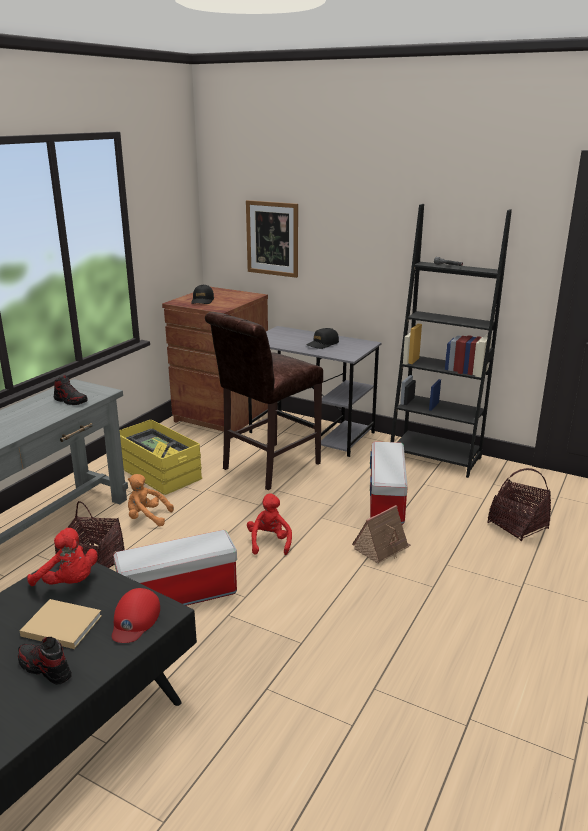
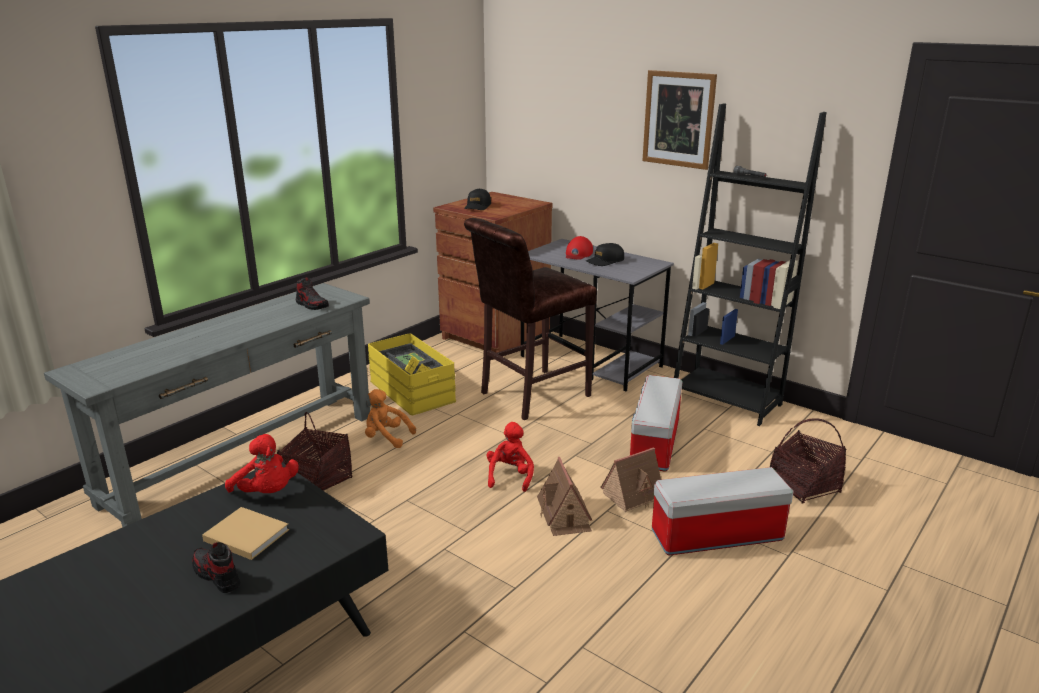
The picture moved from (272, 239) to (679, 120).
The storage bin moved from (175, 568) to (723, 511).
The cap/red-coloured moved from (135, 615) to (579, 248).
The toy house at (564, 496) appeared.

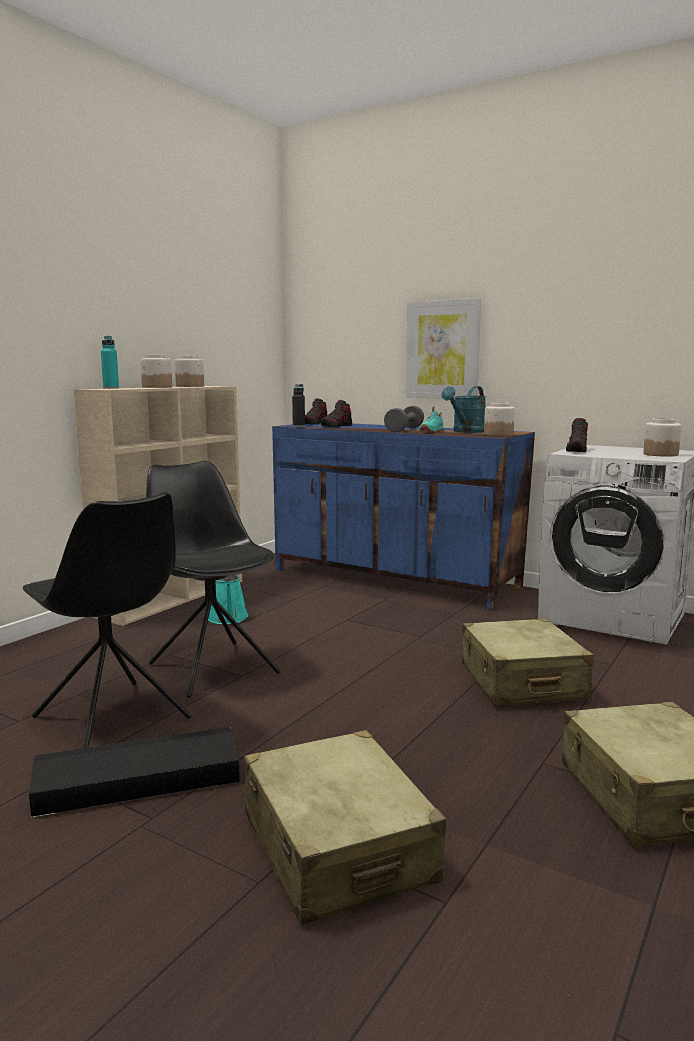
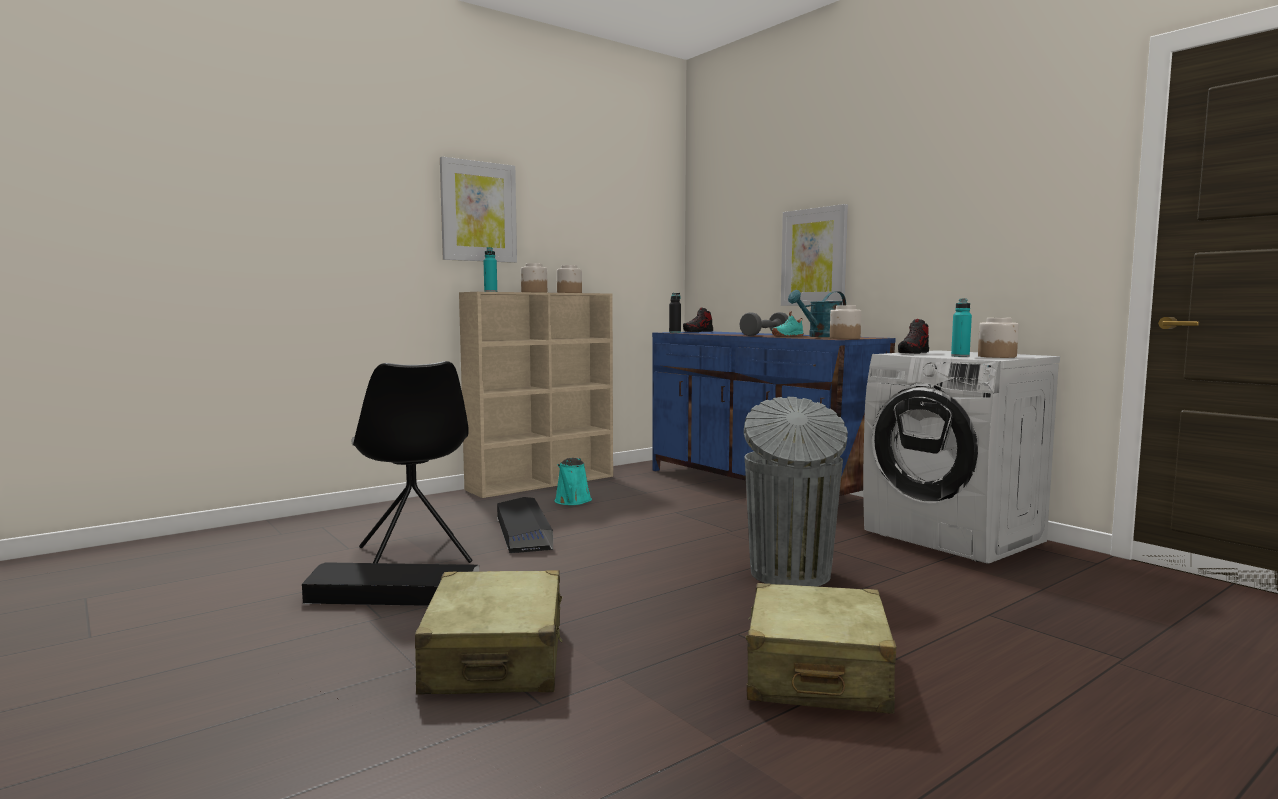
The item of footwear at (336, 413) disappeared.
The upright chair/blackish at (213, 579) was replaced by the storage bin/blackish at (525, 525).
The suitcase/beige at (528, 662) was replaced by the trash can/greyish at (796, 491).
The picture at (478, 210) appeared.
The bottle/turquoise at (961, 327) appeared.

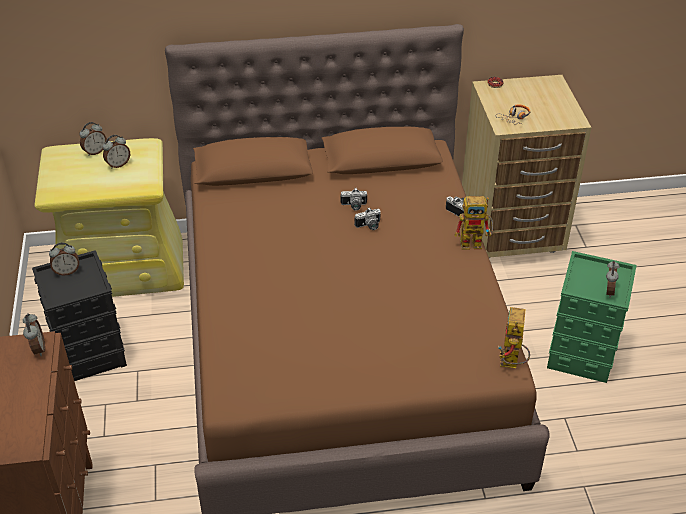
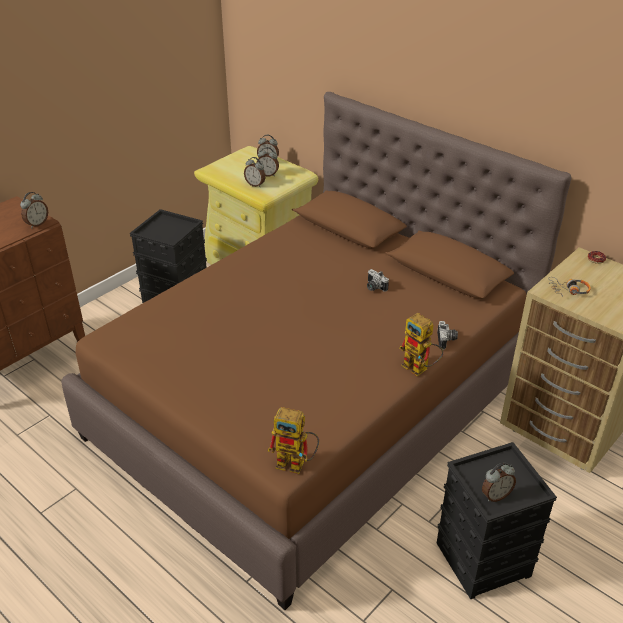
The still camera at (367, 218) disappeared.
The bedside clock moved from (64, 259) to (255, 172).
The storage bin/greenish at (592, 317) became the storage bin/blackish at (497, 520).
The model robot at (514, 337) turned 135 degrees counterclockwise.

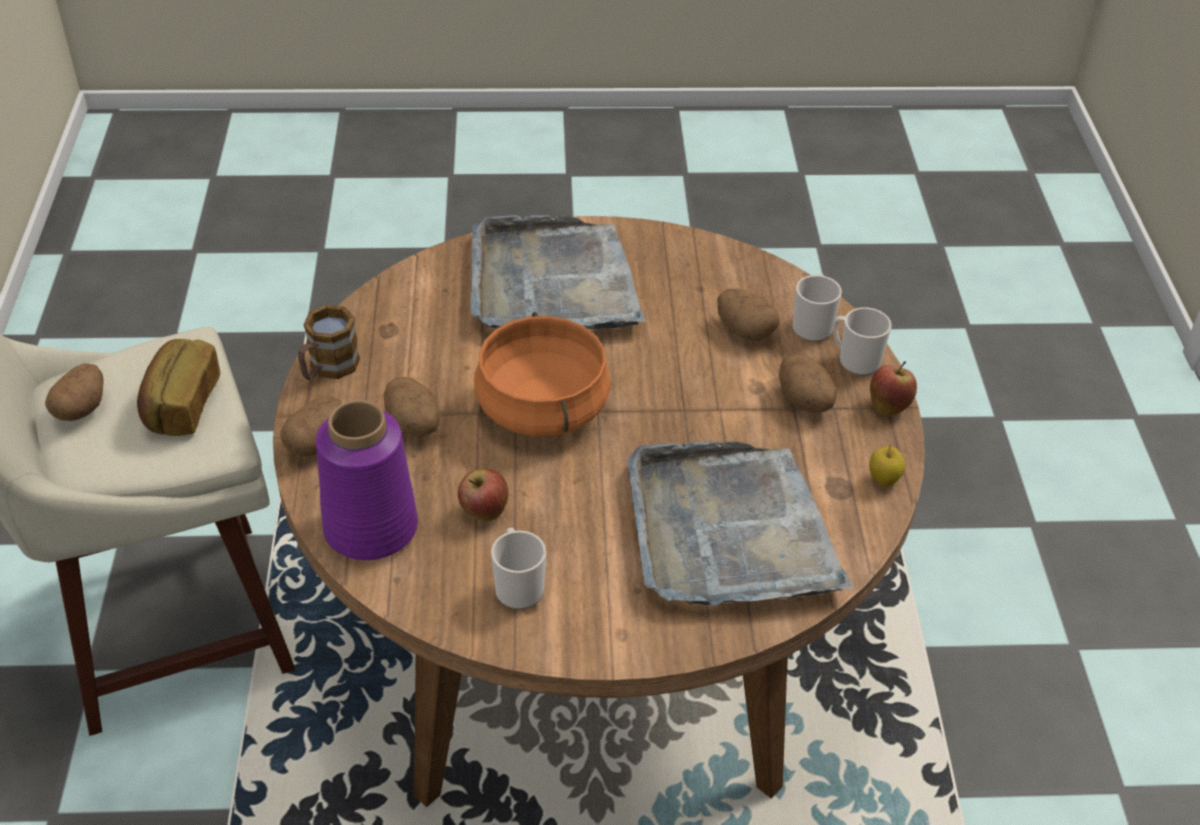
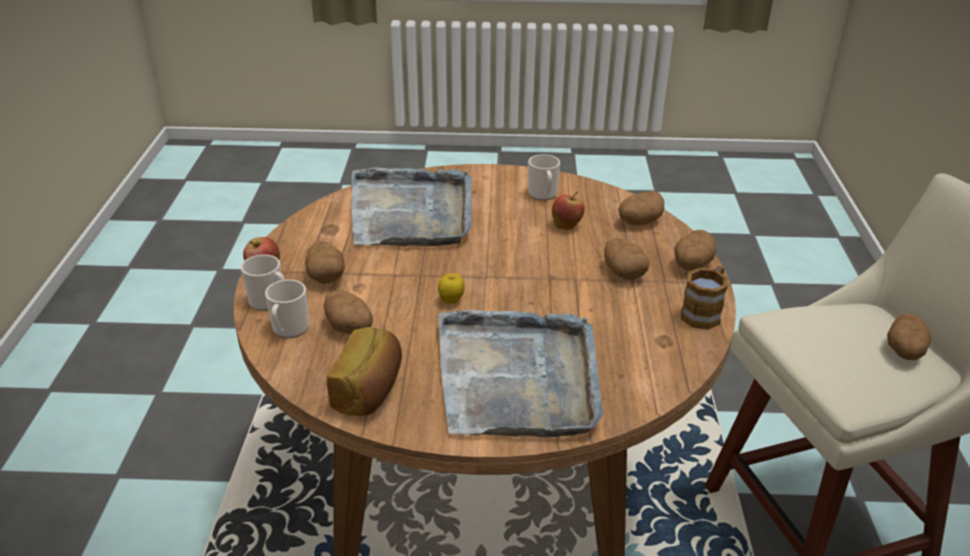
The saucepot/orange-coloured at (542, 374) disappeared.
The bread moved from (178, 387) to (364, 371).
The decorative vase/purple at (367, 480) was replaced by the spud at (641, 208).
The apple fruit moved from (887, 466) to (451, 288).

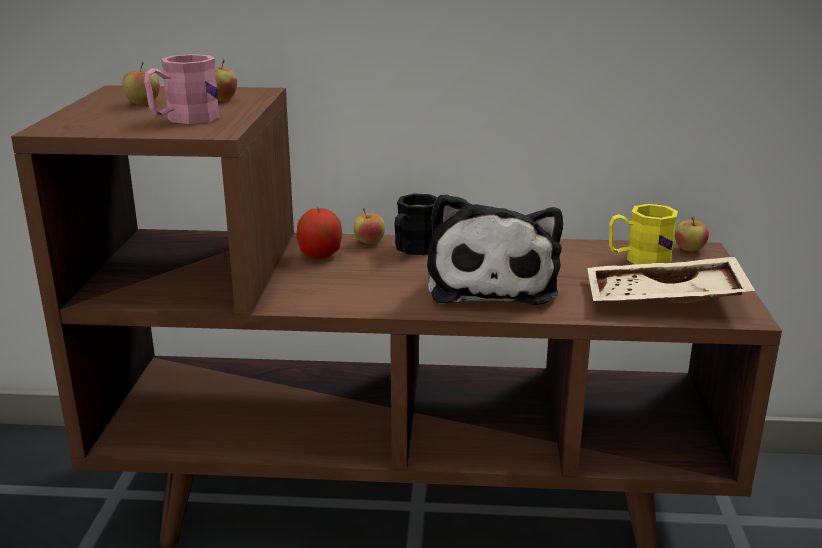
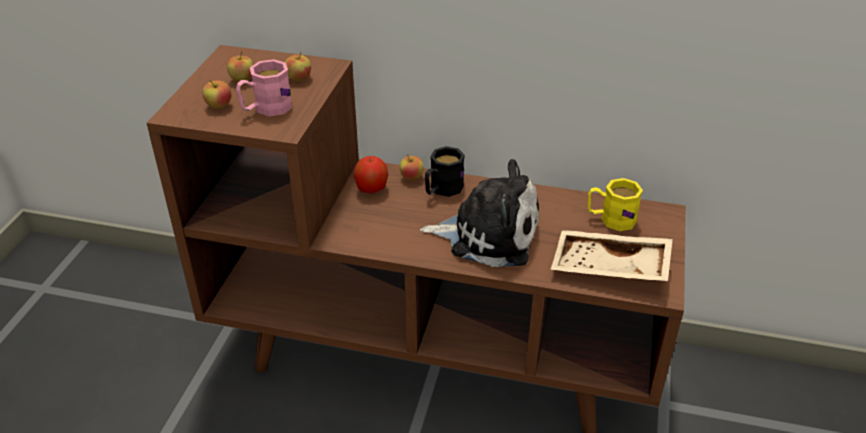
The cuddly toy at (495, 249) turned 90 degrees counterclockwise.
The apple fruit moved from (692, 234) to (217, 94).

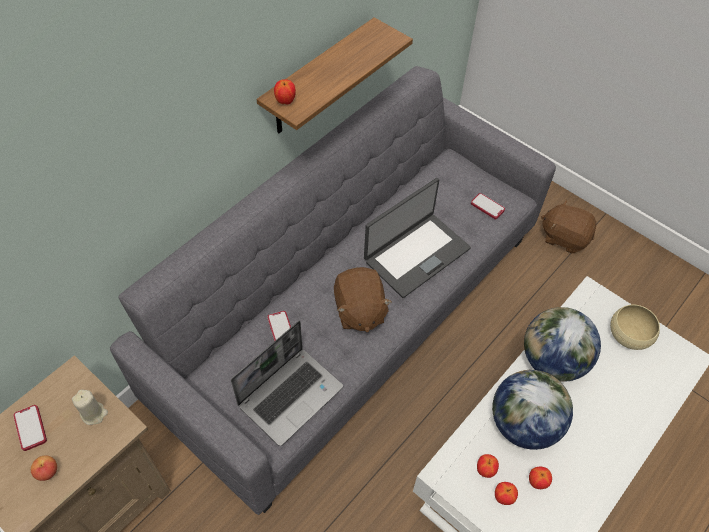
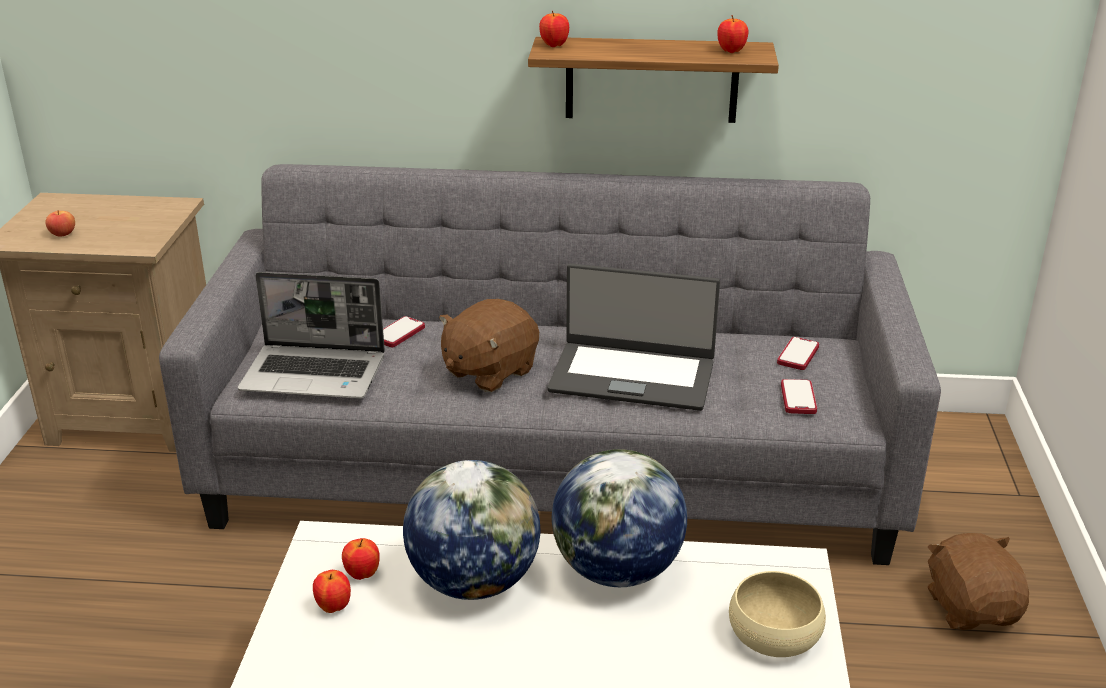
The wax light/beige at (90, 407) disappeared.
The phone moved from (30, 428) to (798, 353).
The apple fruit moved from (540, 478) to (732, 34).

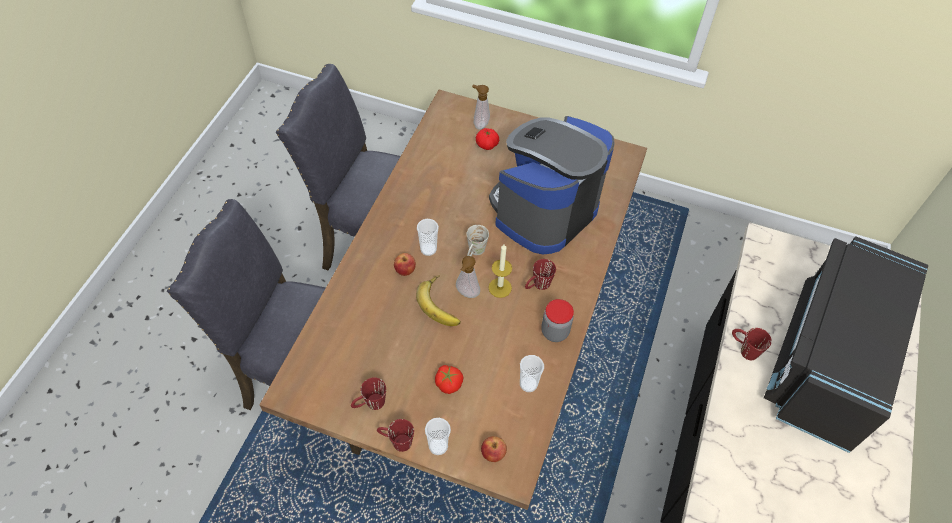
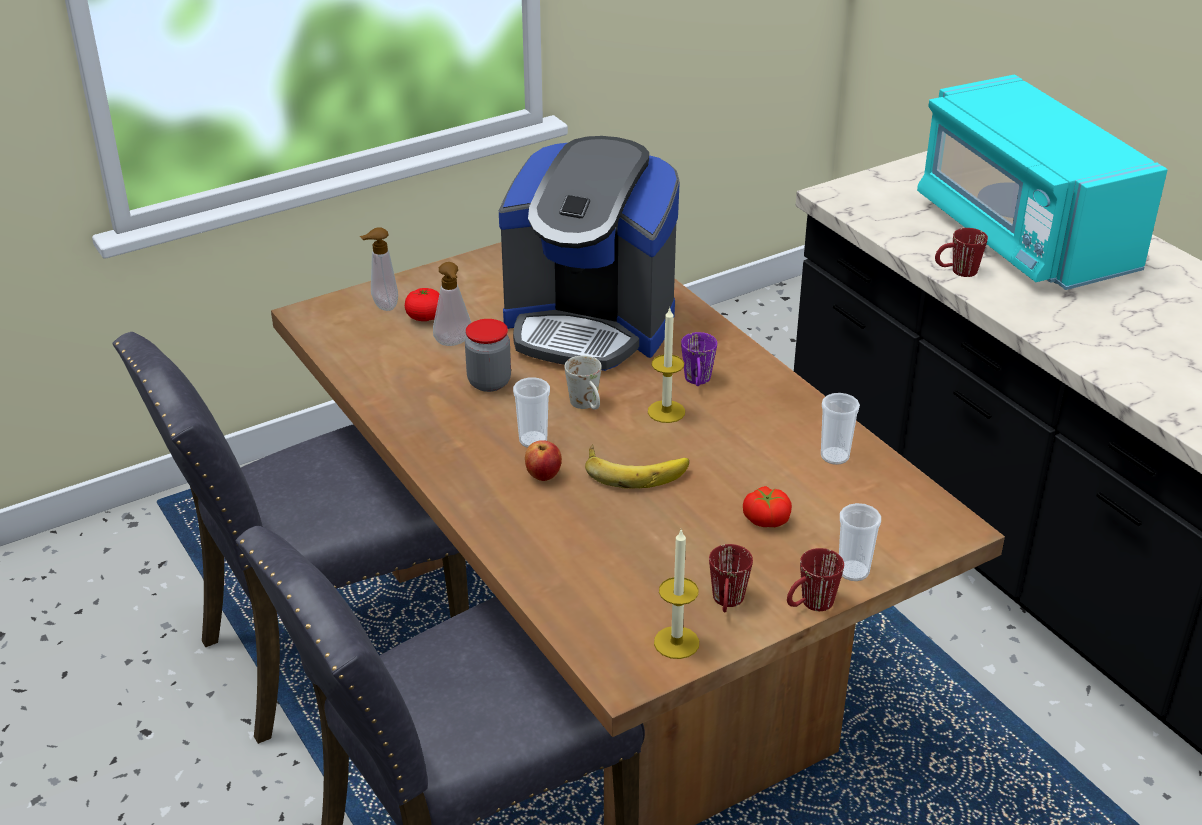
The coffee maker at (552, 185) turned 60 degrees counterclockwise.
The kitchen microwave/blackish at (846, 344) became the kitchen microwave/turquoise at (1042, 182).
The liquid soap bottle moved from (468, 277) to (452, 304).
The tea mug/red-coloured at (540, 274) became the tea mug/purple at (699, 359).
The jar moved from (557, 320) to (488, 355).
The apple fruit at (494, 449) disappeared.
The wax light at (676, 594) appeared.

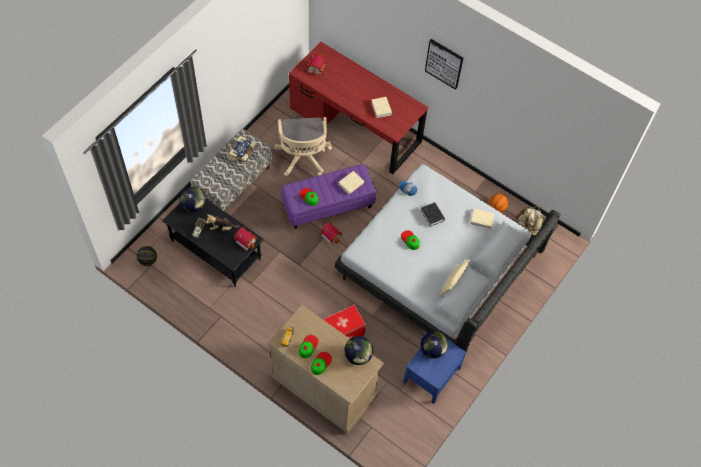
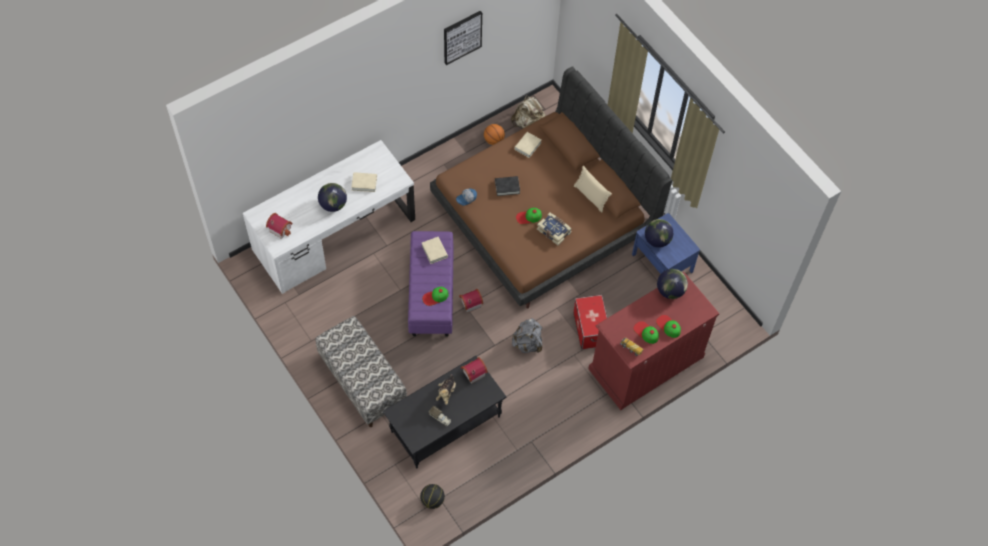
The picture moved from (444, 64) to (463, 38).
The desk table/red-coloured at (358, 108) became the desk table/white-coloured at (329, 217).
The computer chair/beige at (303, 146) disappeared.
The book moved from (242, 150) to (554, 228).
The bed/greyish at (448, 258) became the bed/brownish at (551, 187).
The desk globe moved from (192, 199) to (332, 197).
The chest of drawers/beige at (326, 369) became the chest of drawers/red-coloured at (654, 341).
The rucksack/greyish at (527, 335) appeared.

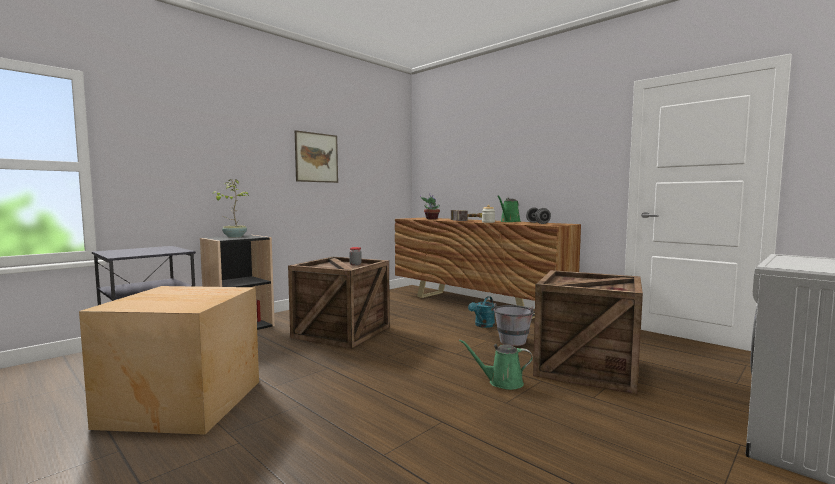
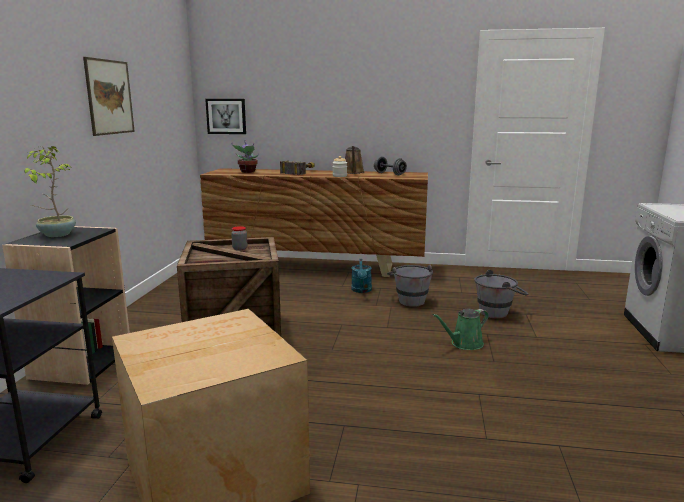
The watering pot/greenish at (509, 209) became the watering pot/brownish at (354, 160).
The crate at (588, 332) was replaced by the pail/greyish at (501, 294).
The picture at (225, 116) appeared.

